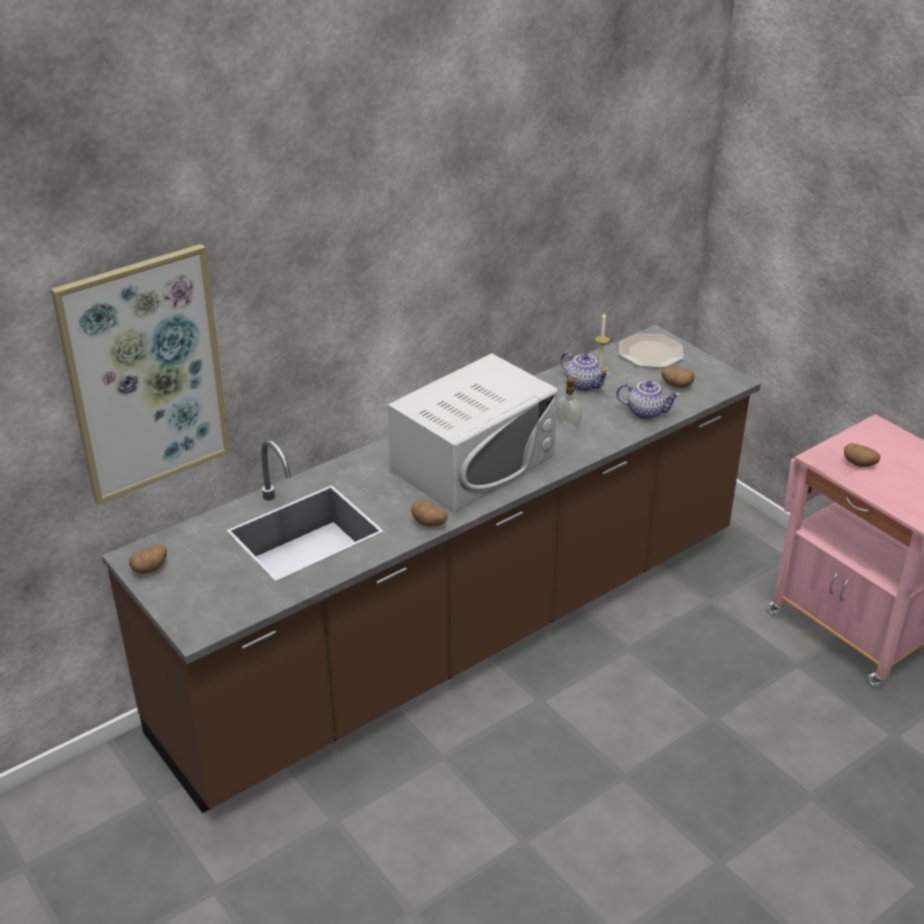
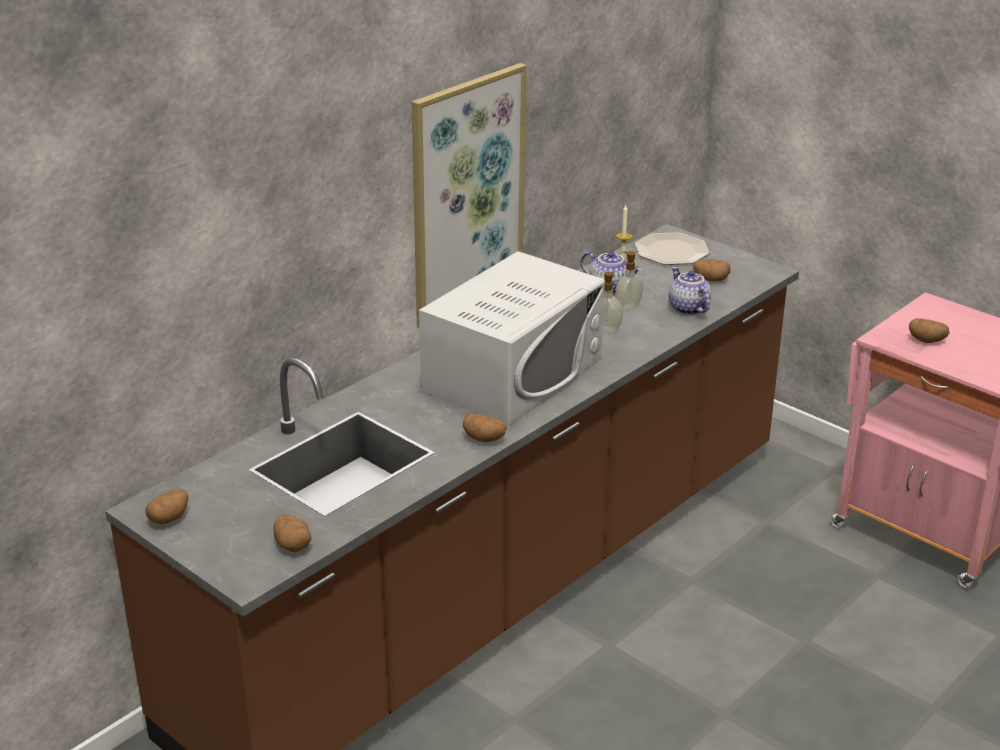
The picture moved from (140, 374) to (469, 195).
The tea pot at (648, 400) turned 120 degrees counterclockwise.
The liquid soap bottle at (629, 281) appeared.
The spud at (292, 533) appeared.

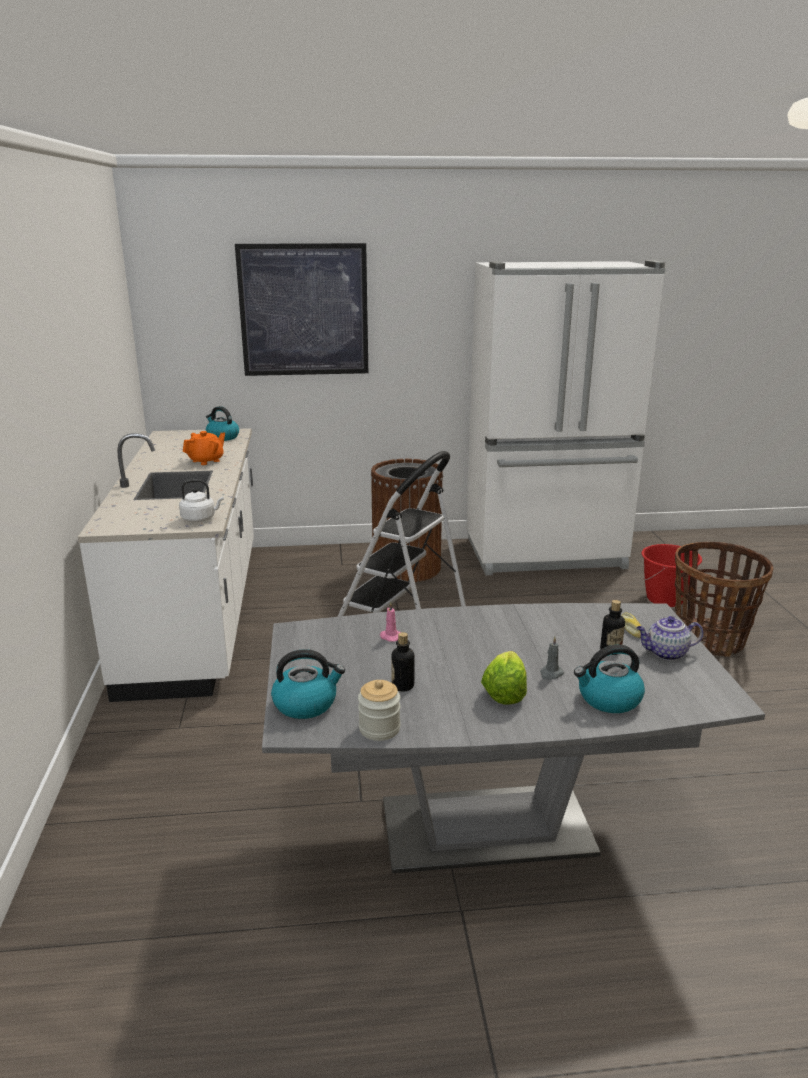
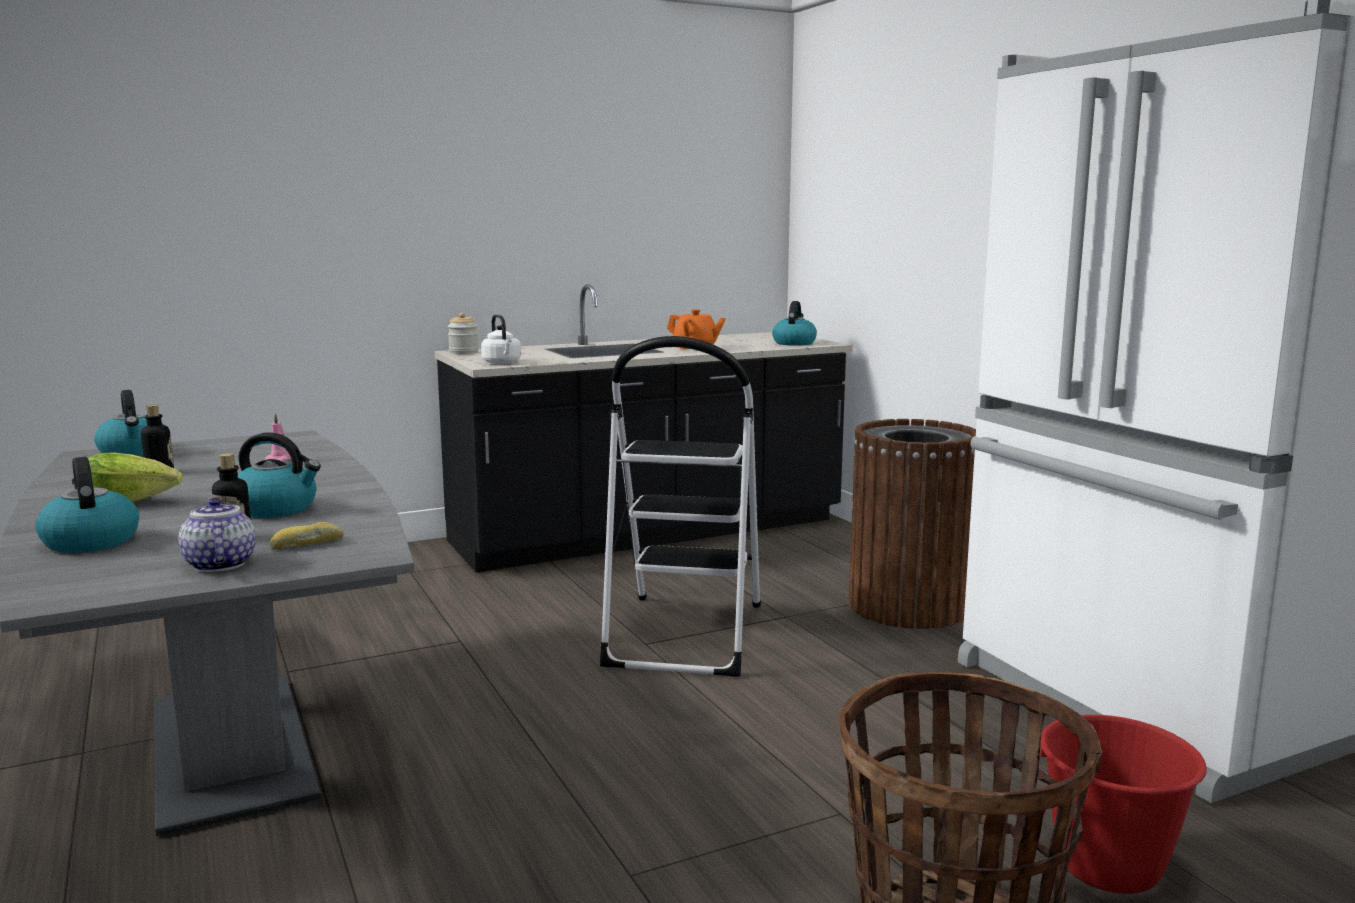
The picture at (301, 309) disappeared.
The kitchen counter/white-coloured at (166, 565) became the kitchen counter/blackish at (643, 428).
The wax light/greyish at (552, 658) disappeared.
The jar moved from (379, 710) to (463, 333).
The kettle at (279, 475) appeared.

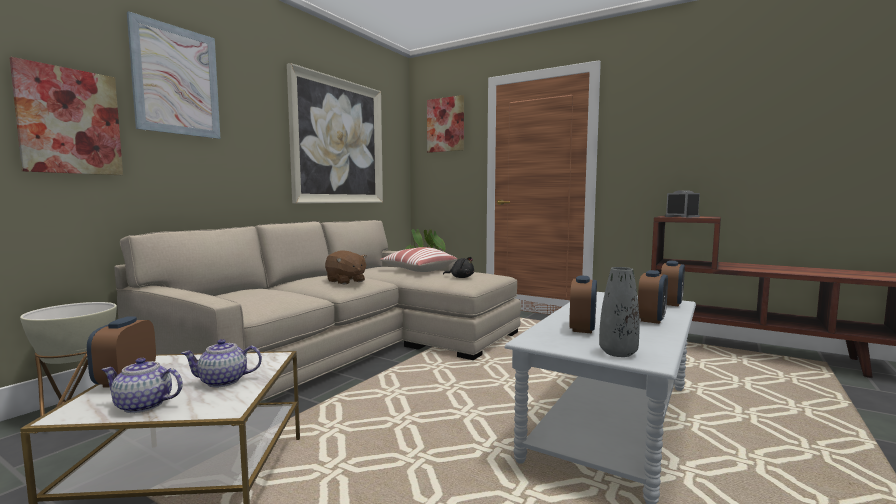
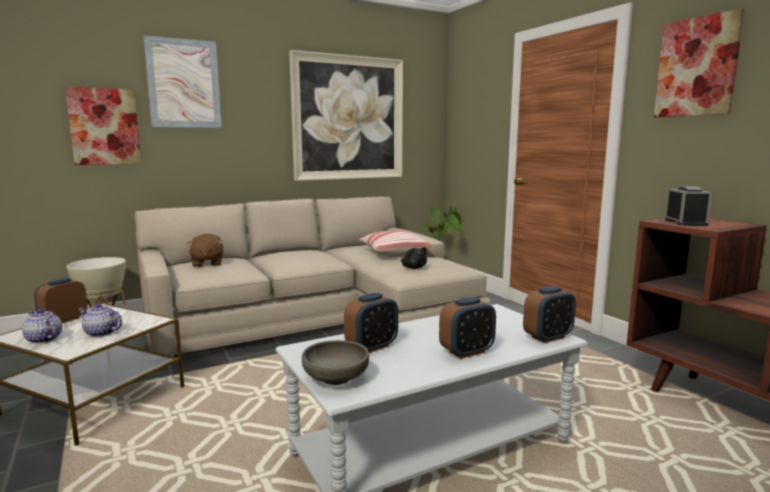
The picture moved from (445, 124) to (699, 62).
The cuddly toy/brownish moved from (346, 267) to (205, 250).
The decorative vase/greyish at (619, 312) was replaced by the serving bowl/greyish at (335, 362).

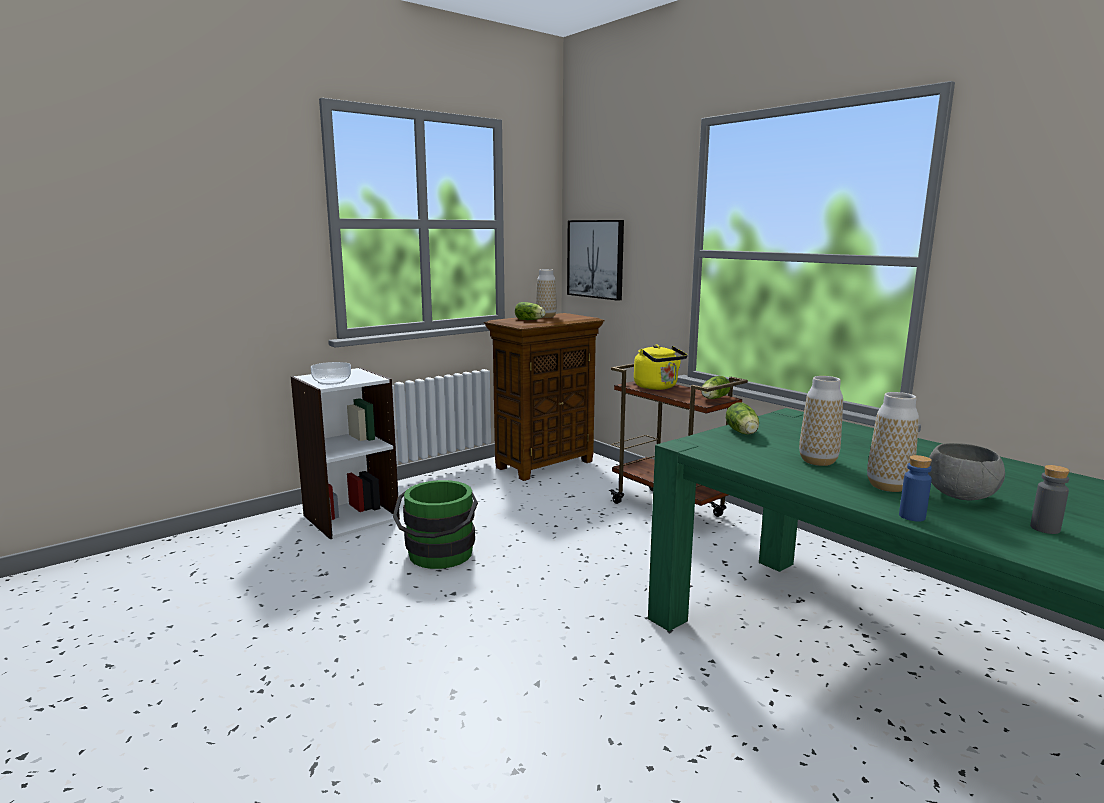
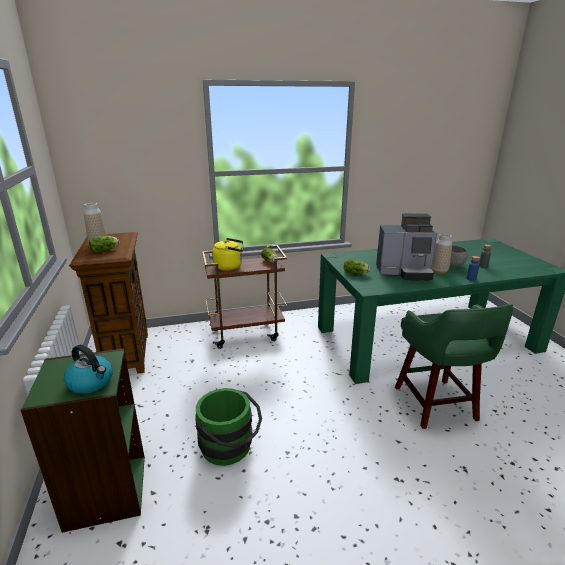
The picture at (595, 260) disappeared.
The serving bowl at (331, 373) was replaced by the kettle at (88, 369).
The bookcase/white-coloured at (345, 453) became the bookcase/greenish at (82, 440).
The decorative vase at (821, 421) was replaced by the coffee maker at (406, 247).
The stool seat/greenish at (454, 366) appeared.

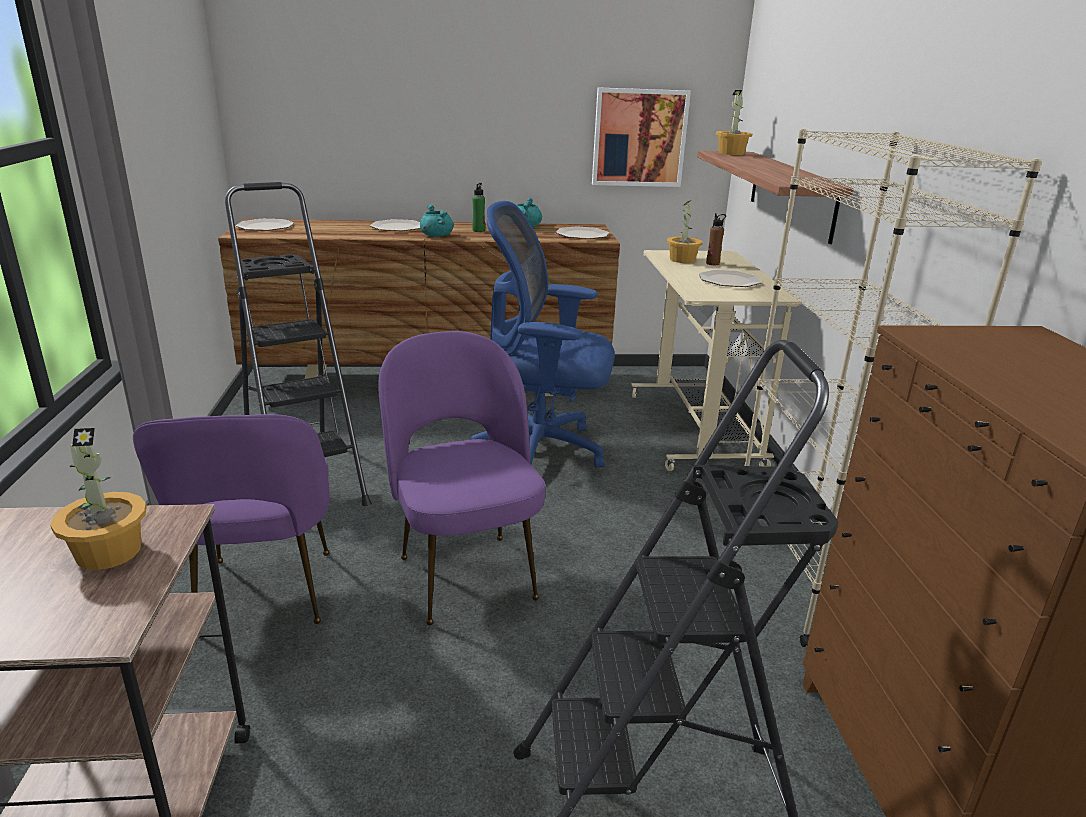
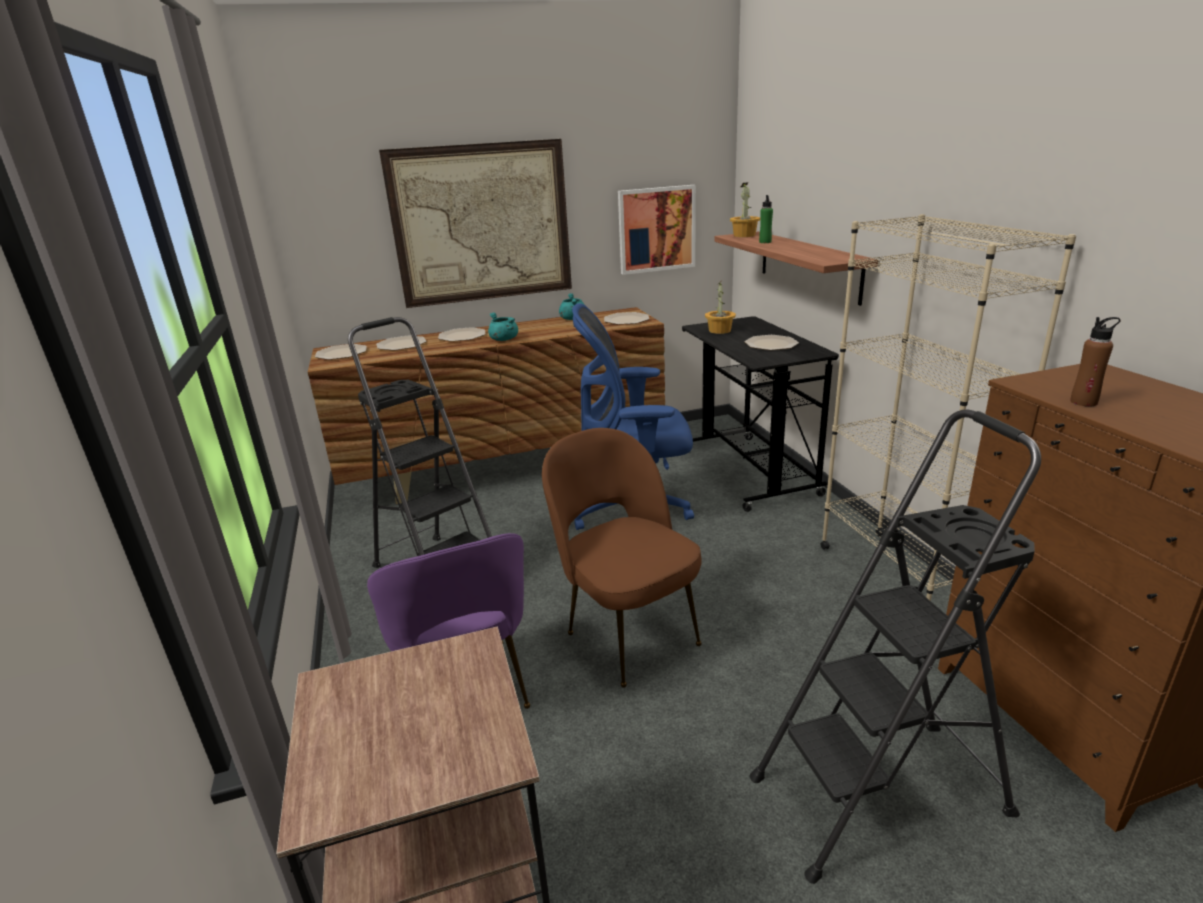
The bottle/greenish moved from (478, 207) to (766, 219).
The bottle/brownish moved from (716, 239) to (1095, 362).
The desk table/beige at (715, 360) became the desk table/blackish at (760, 414).
The upright chair/purple at (462, 478) became the upright chair/brownish at (622, 558).
The potted plant at (98, 499) disappeared.
The picture at (475, 223) appeared.
The flat dish at (401, 343) appeared.

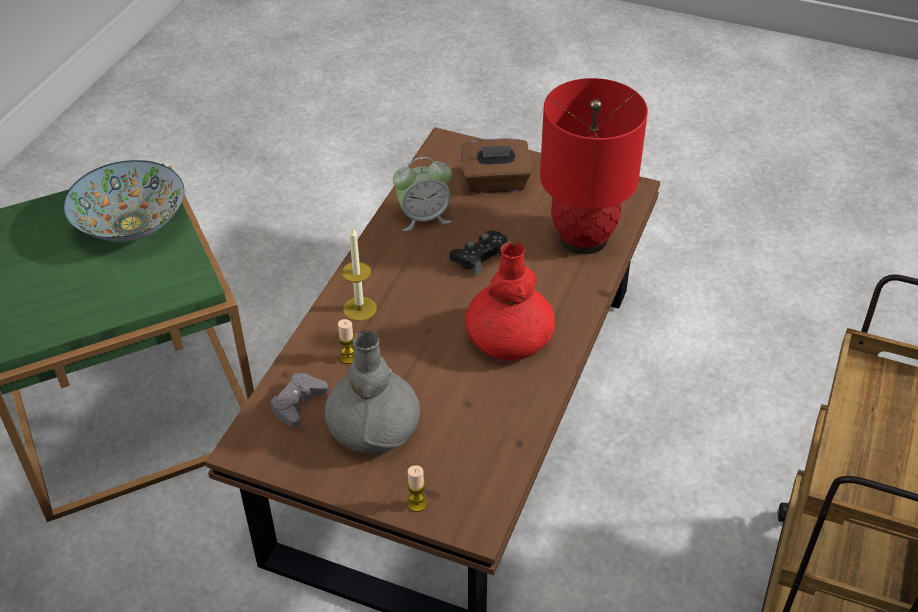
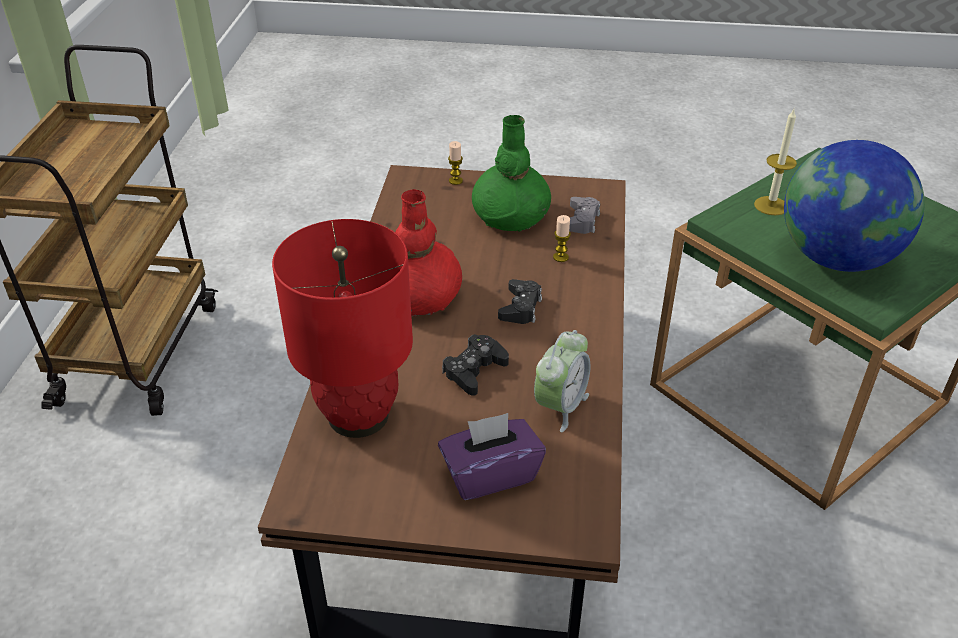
The tissue holder/brownish at (496, 166) became the tissue holder/purple at (492, 456).
The bedside clock at (422, 194) turned 150 degrees clockwise.
The serving bowl at (123, 201) was replaced by the desk globe at (854, 206).
The wax light moved from (359, 273) to (775, 162).
The decorative vase/greyish at (372, 392) became the decorative vase/greenish at (511, 173).
The joypad/blackish at (520, 301) appeared.

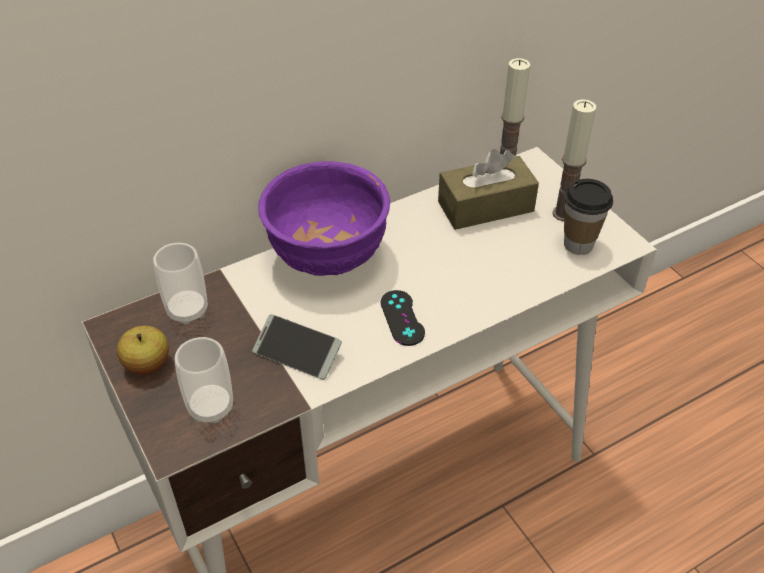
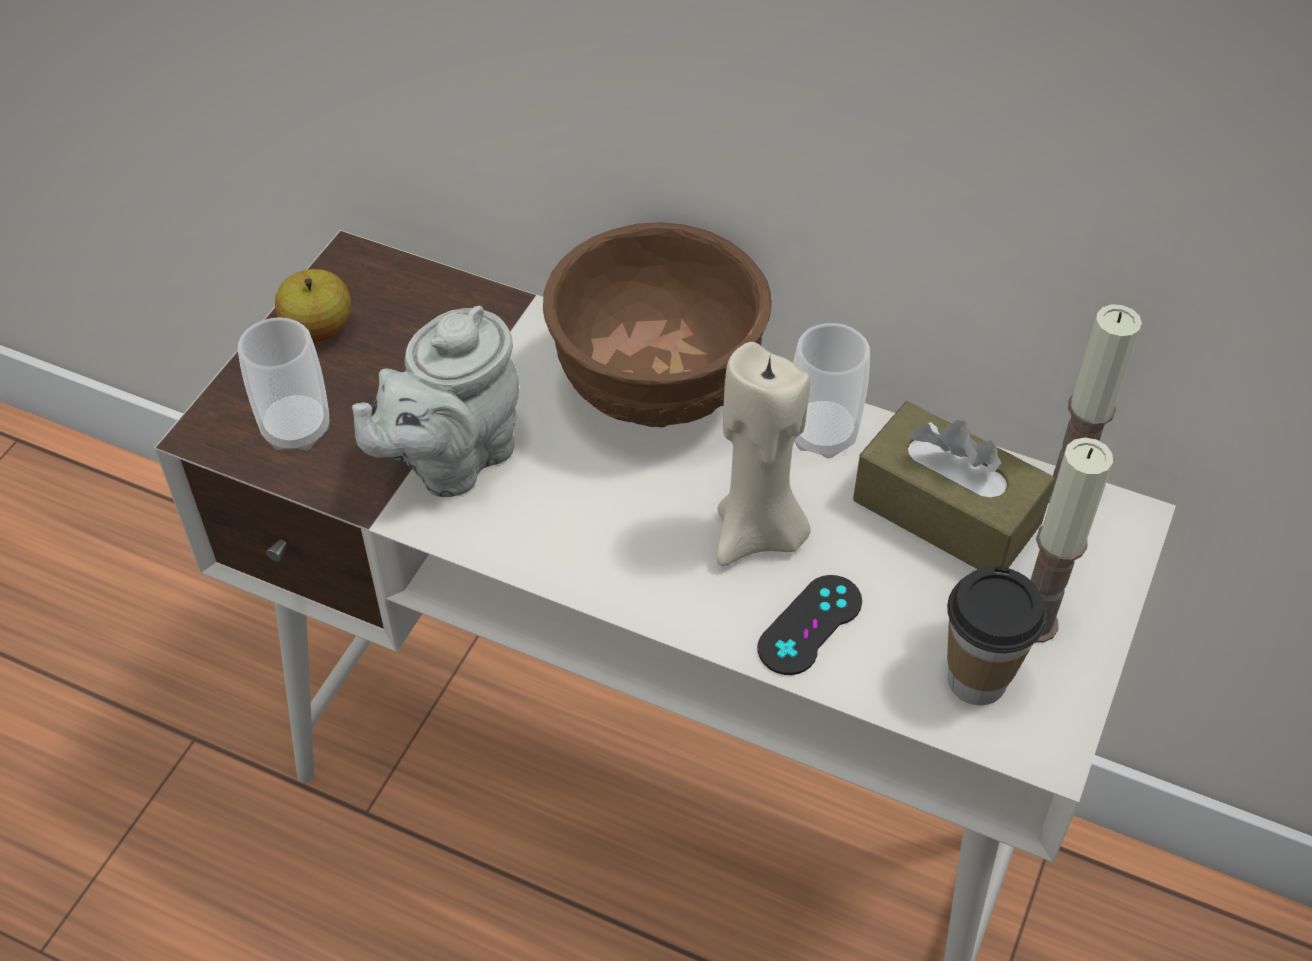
The serving bowl/purple at (324, 218) became the serving bowl/brownish at (657, 324).
The cup moved from (180, 284) to (831, 390).
The joypad/blackish moved from (402, 318) to (809, 625).
The phone at (297, 347) was replaced by the tea pot/greyish at (435, 401).
The wax light/beige at (763, 454) appeared.

